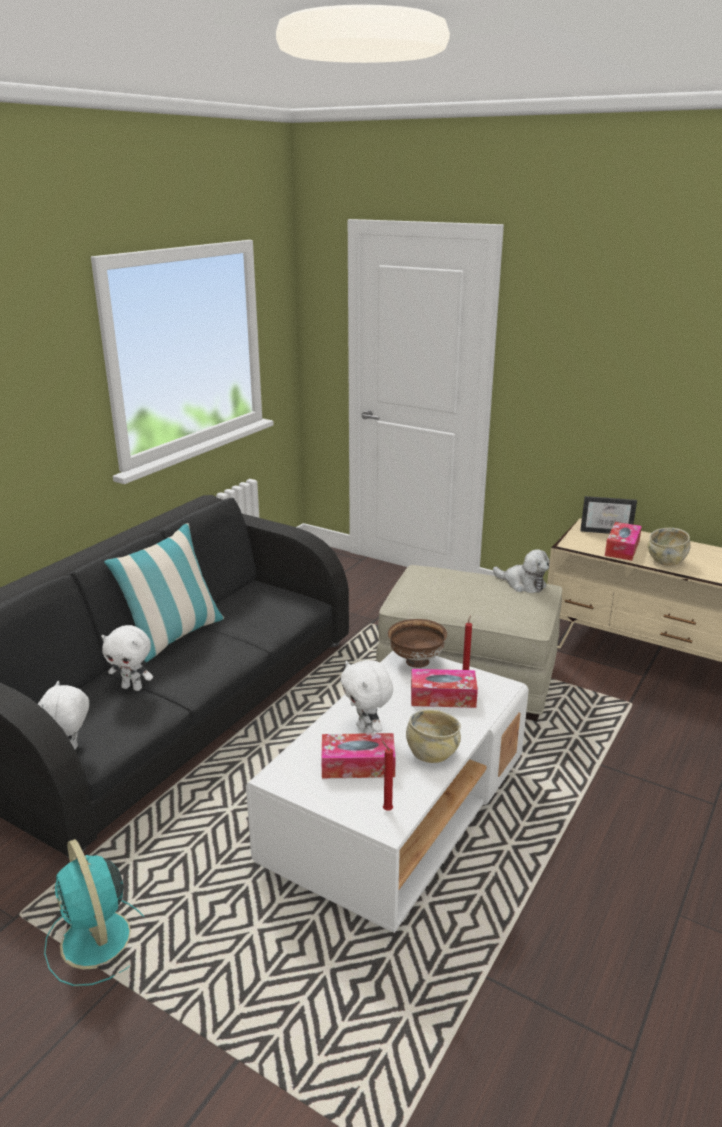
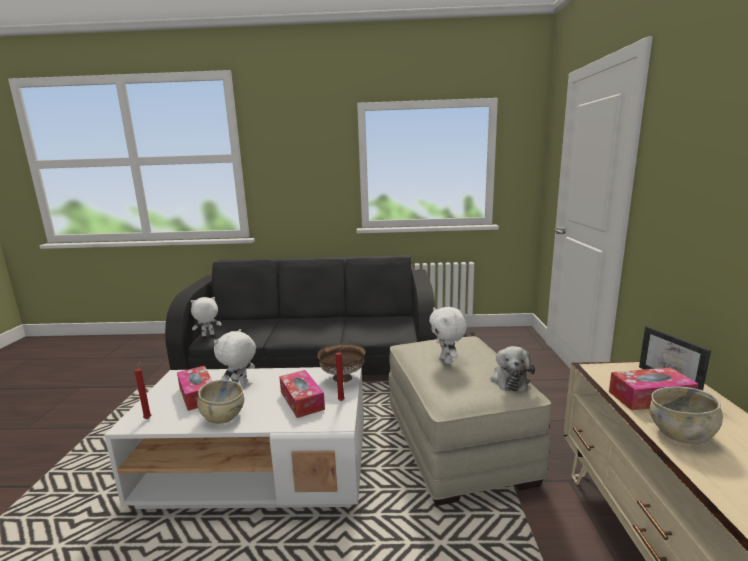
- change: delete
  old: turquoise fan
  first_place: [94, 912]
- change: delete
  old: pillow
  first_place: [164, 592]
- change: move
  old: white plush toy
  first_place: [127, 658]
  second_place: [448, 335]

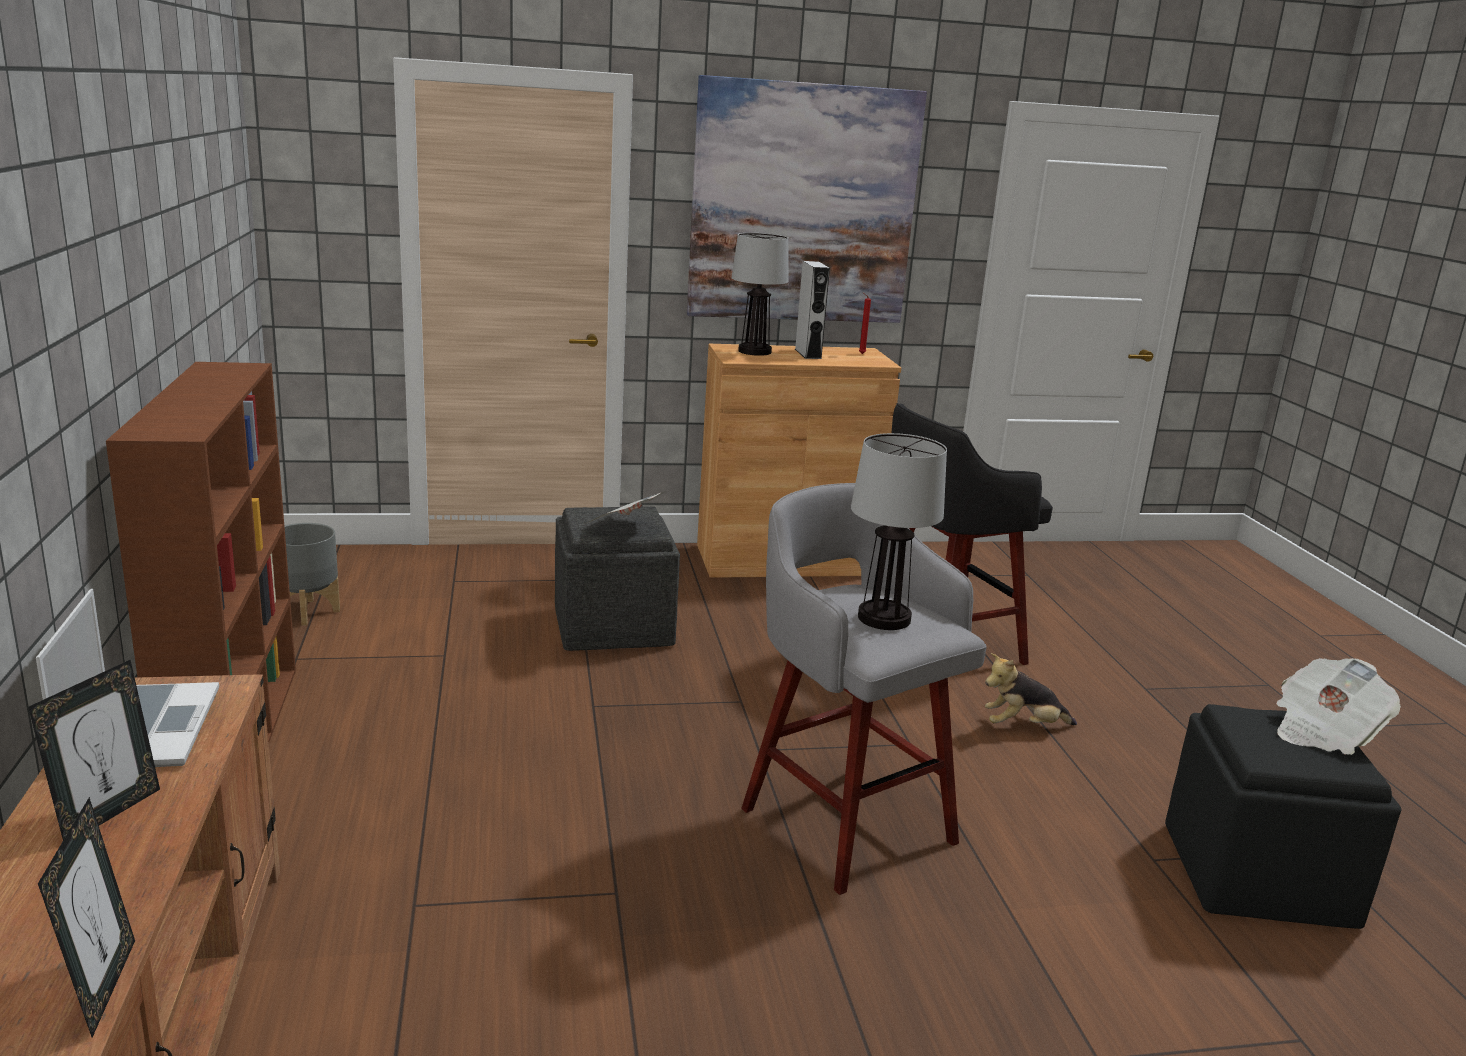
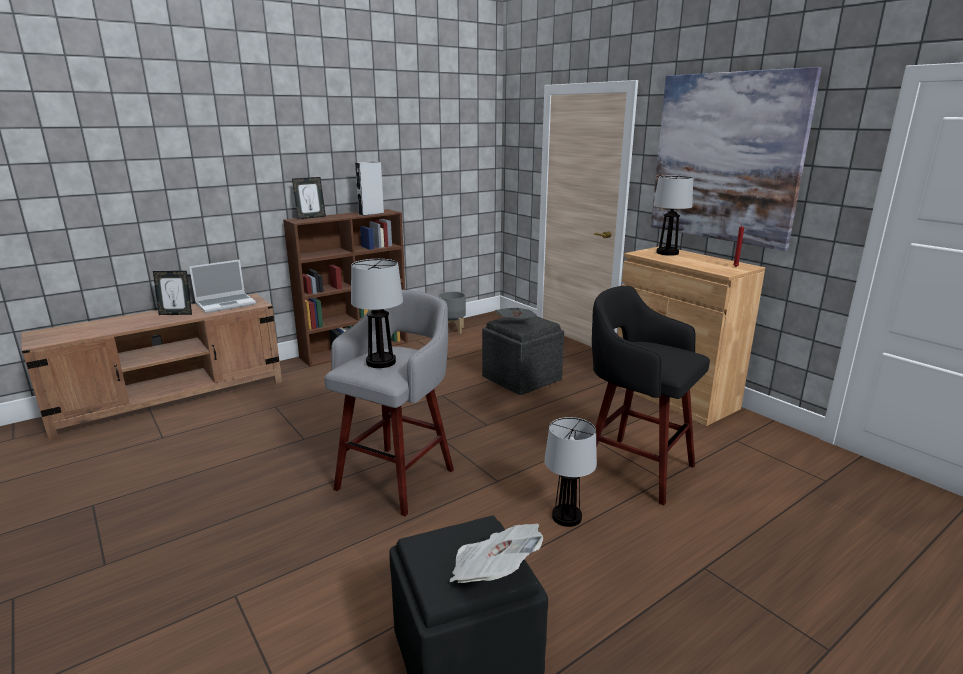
- change: move
  old: picture frame
  first_place: [86, 917]
  second_place: [309, 198]
- change: move
  old: grey speaker
  first_place: [812, 310]
  second_place: [369, 189]
- change: replace
  old: plush toy
  new: table lamp
  first_place: [1031, 689]
  second_place: [570, 472]

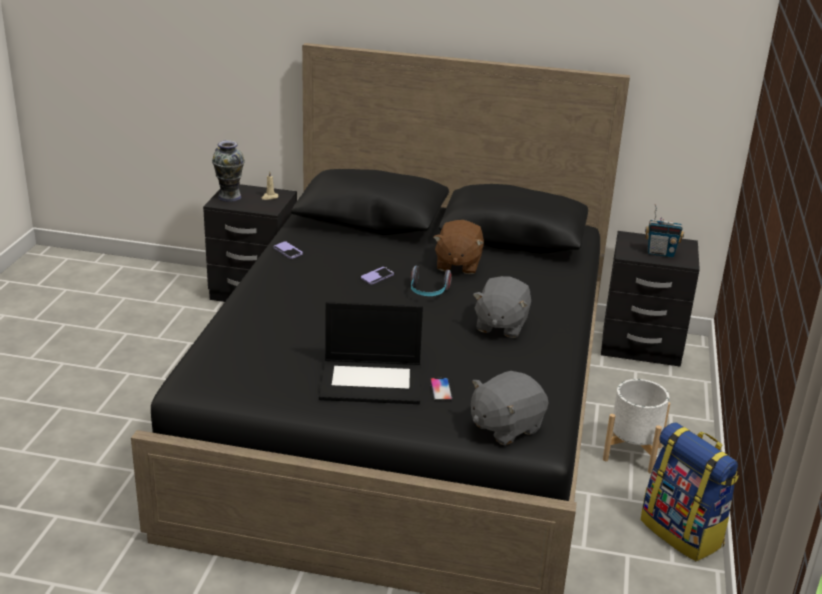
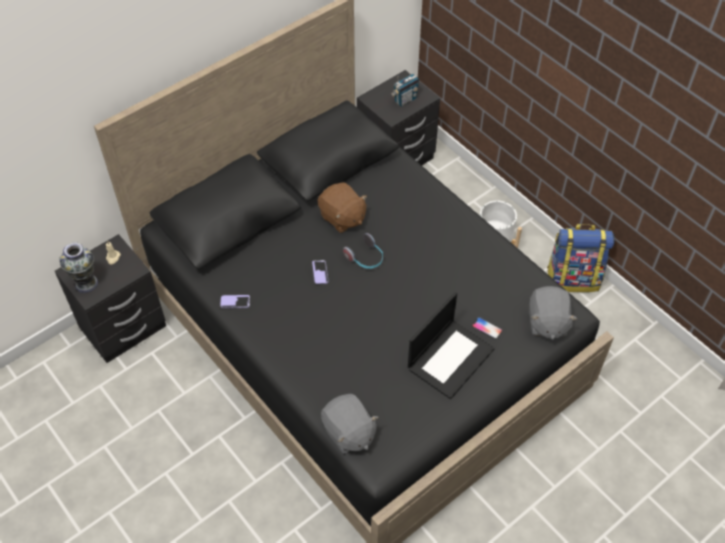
- change: move
  old: grey plush toy
  first_place: [502, 307]
  second_place: [349, 424]

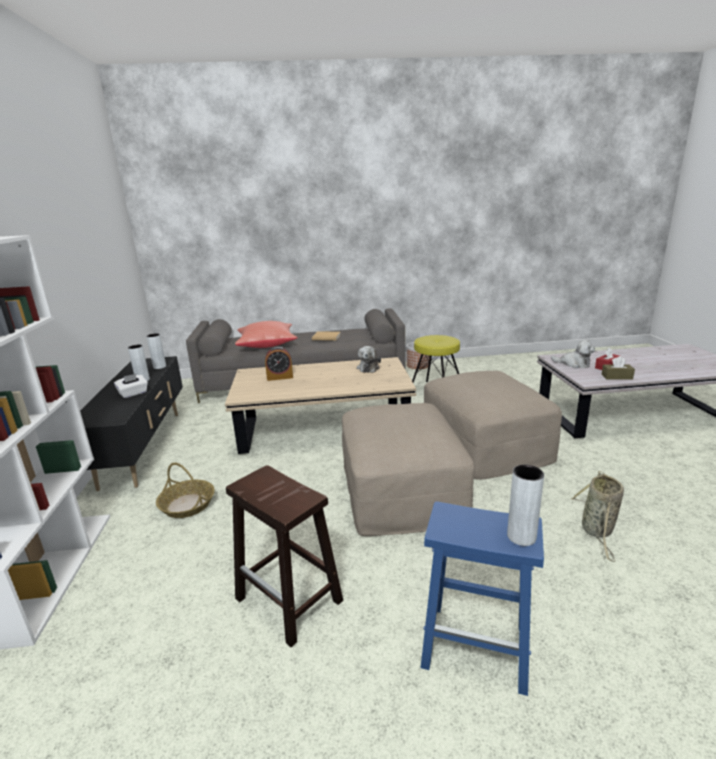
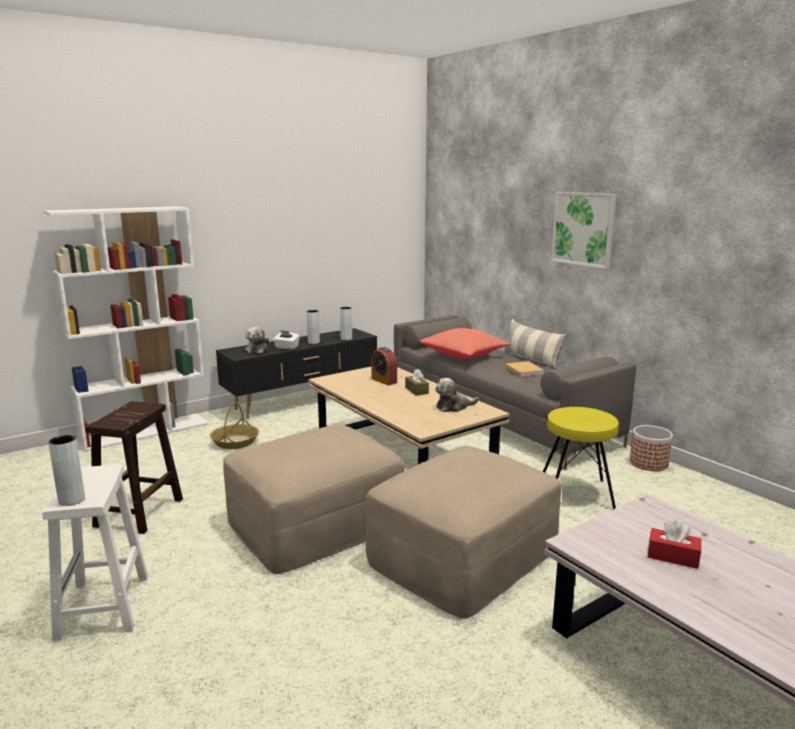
- change: delete
  old: basket
  first_place: [597, 516]
- change: insert
  new: pillow
  second_place: [534, 344]
- change: insert
  new: picture
  second_place: [583, 230]
- change: move
  old: plush toy
  first_place: [573, 354]
  second_place: [257, 340]
- change: move
  old: brown tissue box
  first_place: [618, 368]
  second_place: [417, 382]
- change: recolor
  old: blue stool
  new: white stool
  first_place: [482, 599]
  second_place: [95, 552]

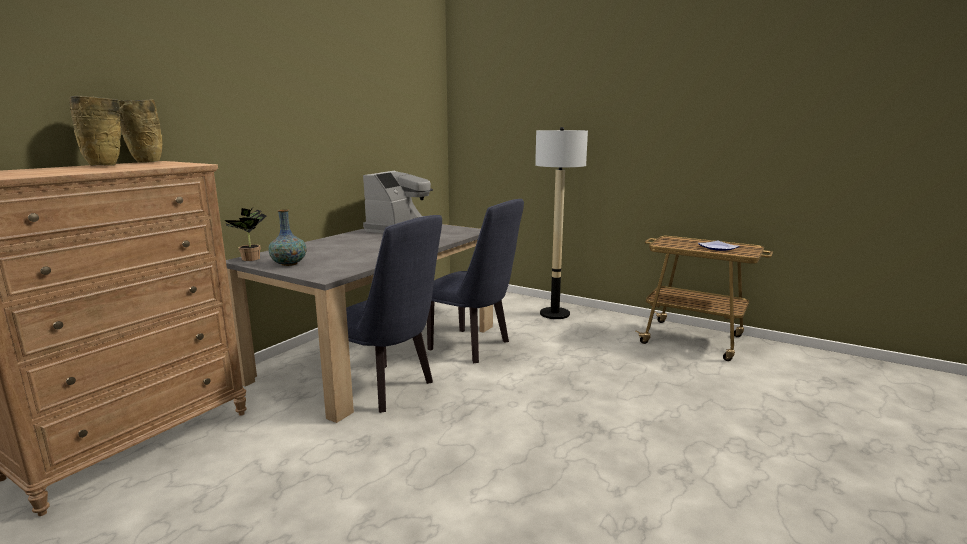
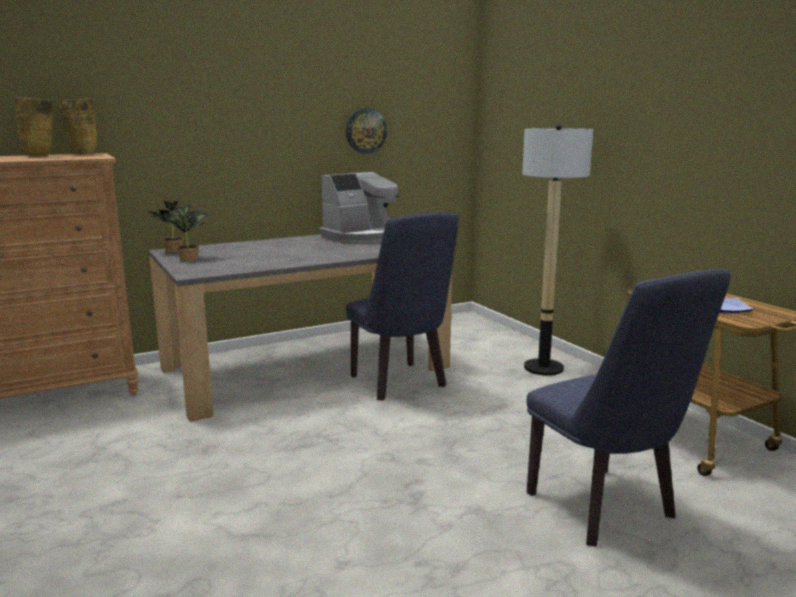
- change: insert
  new: wall clock
  second_place: [366, 131]
- change: move
  old: blue chair
  first_place: [394, 314]
  second_place: [629, 408]
- change: replace
  old: vase
  new: potted plant
  first_place: [287, 237]
  second_place: [187, 233]

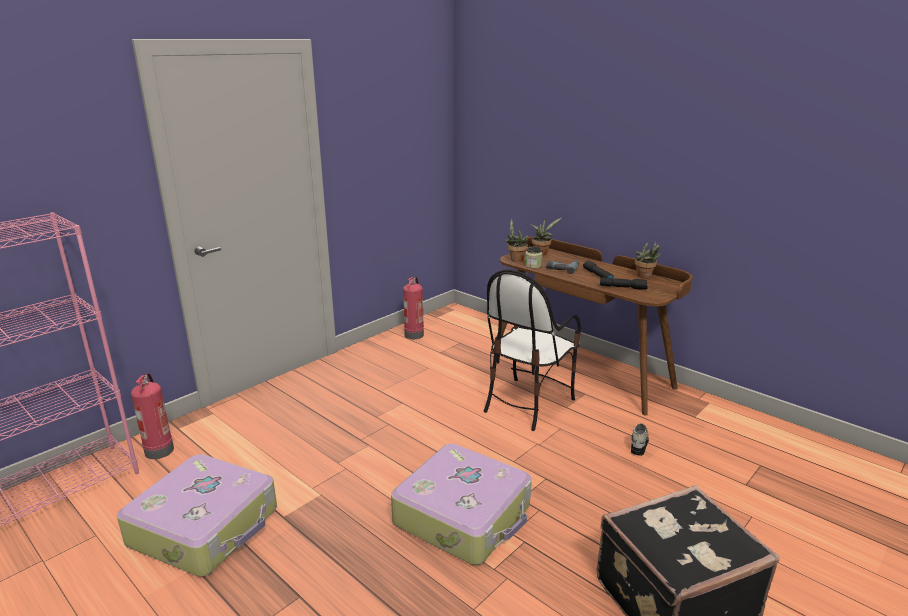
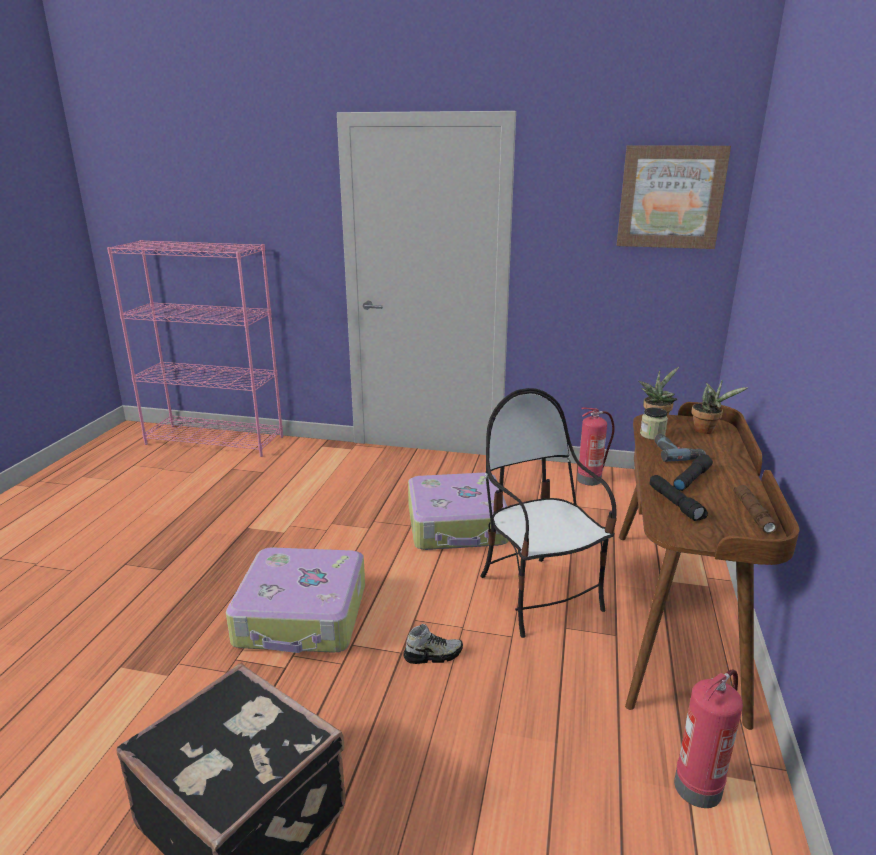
- change: insert
  new: picture
  second_place: [674, 197]
- change: move
  old: suitcase
  first_place: [197, 515]
  second_place: [458, 511]
- change: move
  old: fire extinguisher
  first_place: [152, 416]
  second_place: [708, 738]
- change: move
  old: shoe
  first_place: [640, 439]
  second_place: [433, 644]
- change: replace
  old: potted plant
  new: brown flashlight
  first_place: [648, 260]
  second_place: [756, 509]
- change: rotate
  old: chair
  first_place: [532, 350]
  second_place: [548, 513]
  degrees: 60

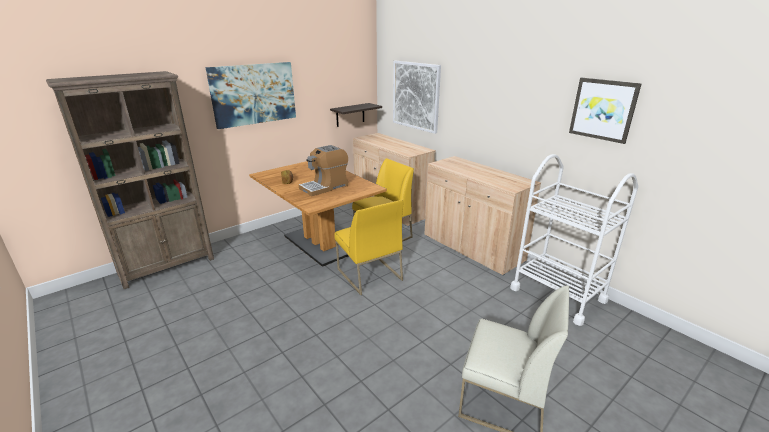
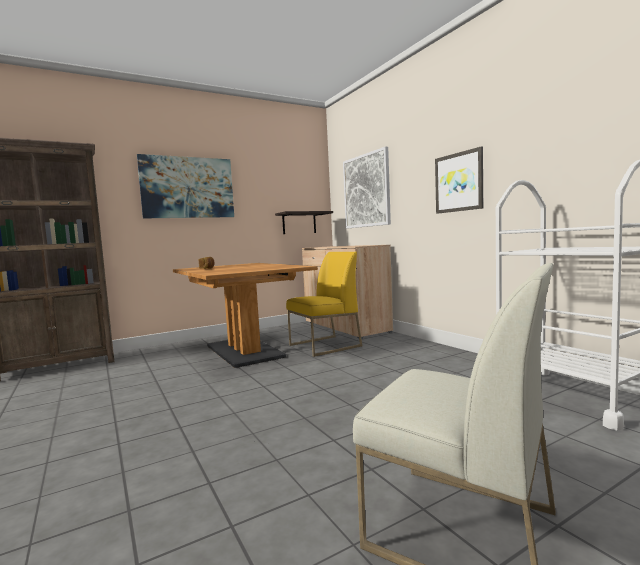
- change: delete
  old: coffee machine
  first_place: [323, 170]
- change: delete
  old: yellow chair
  first_place: [369, 247]
- change: delete
  old: beige cabinet
  first_place: [482, 216]
- change: move
  old: picture
  first_place: [605, 111]
  second_place: [459, 180]

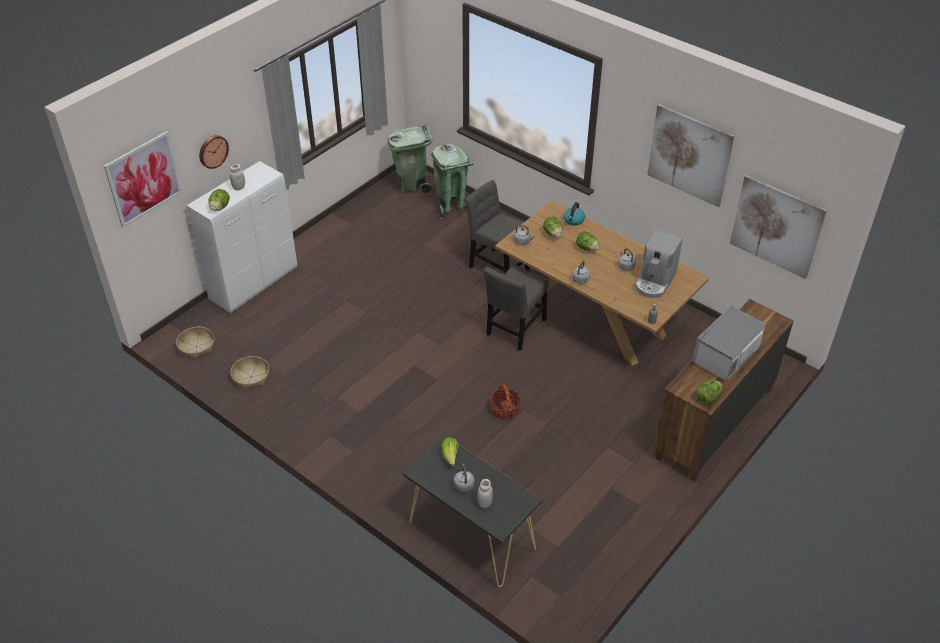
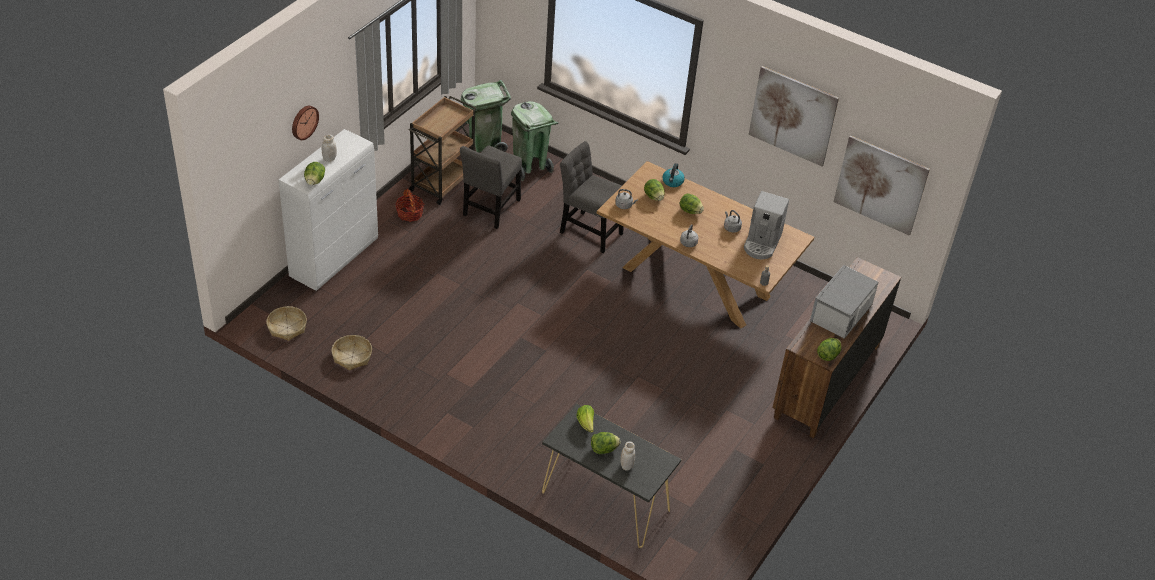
- change: delete
  old: picture
  first_place: [143, 179]
- change: insert
  new: brown cart
  second_place: [442, 150]
- change: move
  old: grey chair
  first_place: [516, 308]
  second_place: [491, 187]
- change: move
  old: basket
  first_place: [506, 401]
  second_place: [409, 205]
- change: replace
  old: grey kettle
  new: lettuce
  first_place: [464, 478]
  second_place: [605, 443]

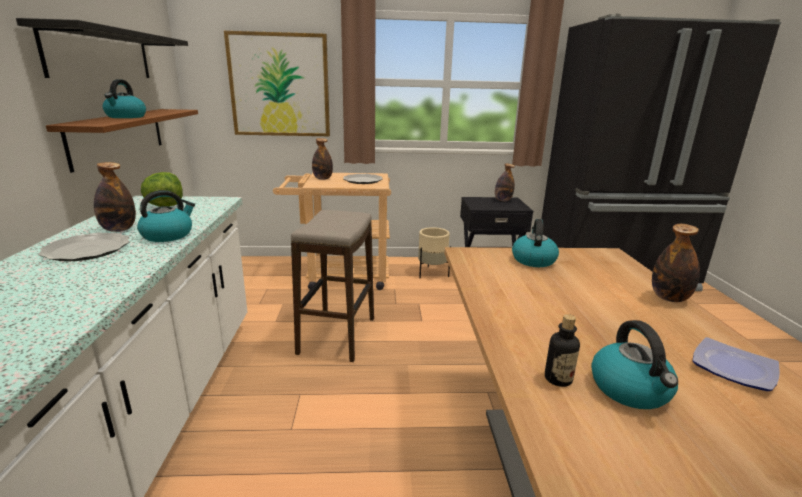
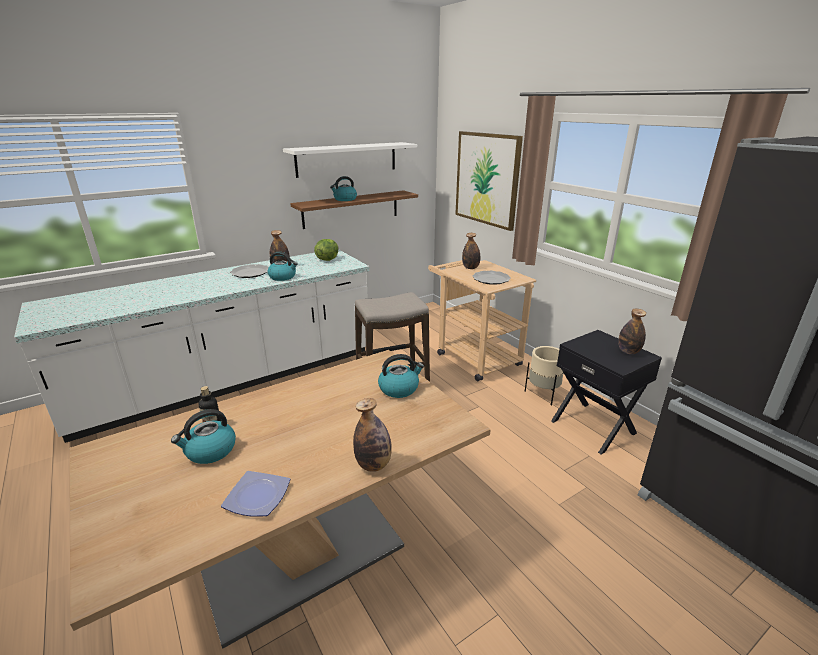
- change: recolor
  old: black shelf
  new: white shelf
  first_place: [102, 48]
  second_place: [350, 160]

